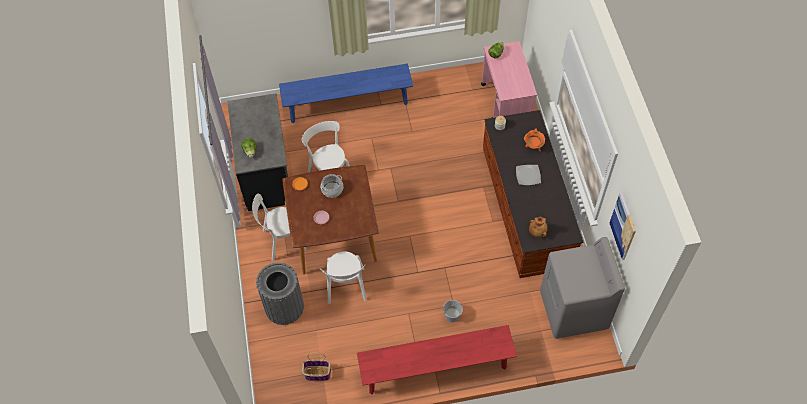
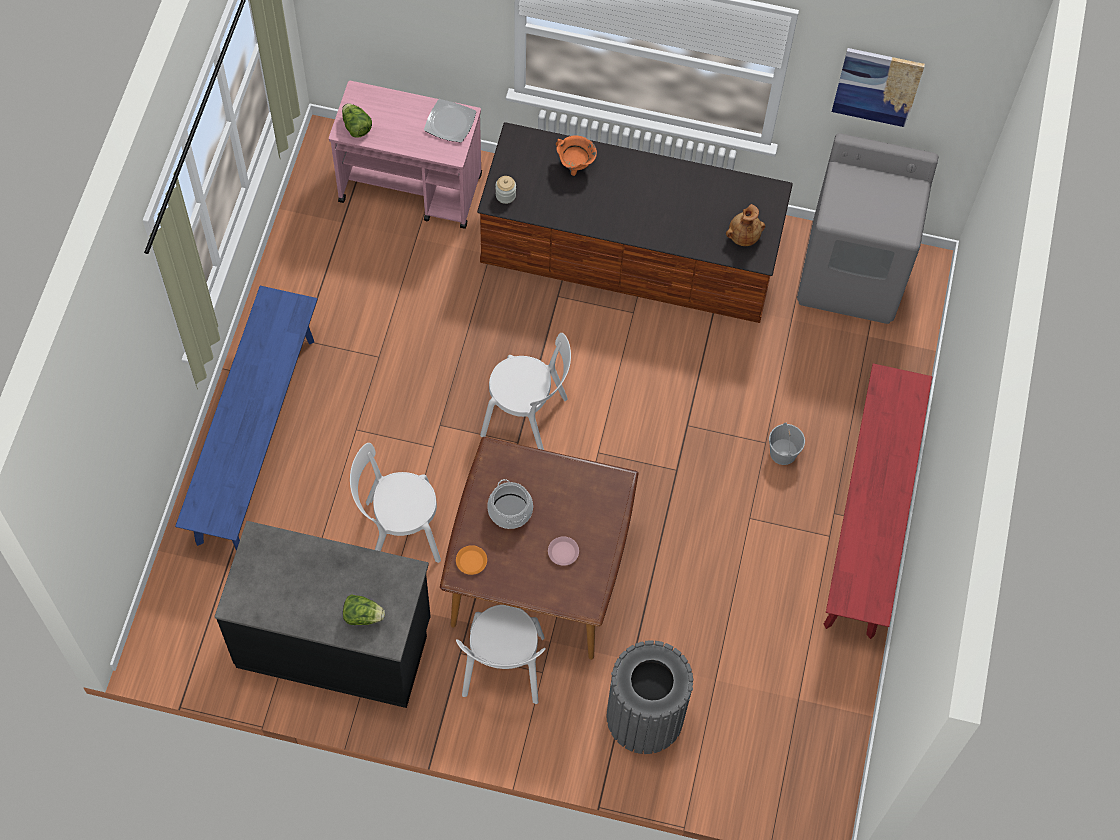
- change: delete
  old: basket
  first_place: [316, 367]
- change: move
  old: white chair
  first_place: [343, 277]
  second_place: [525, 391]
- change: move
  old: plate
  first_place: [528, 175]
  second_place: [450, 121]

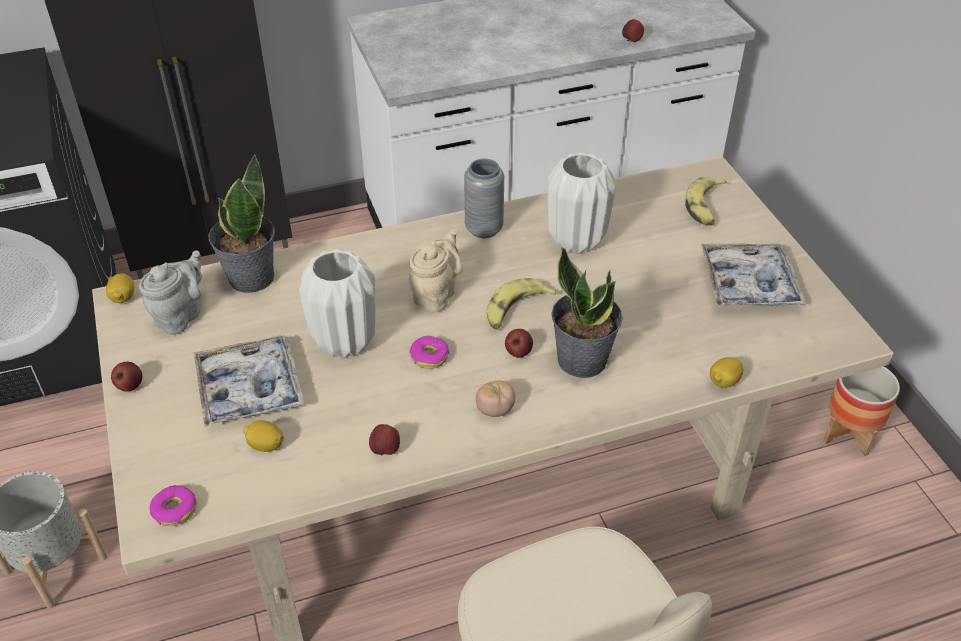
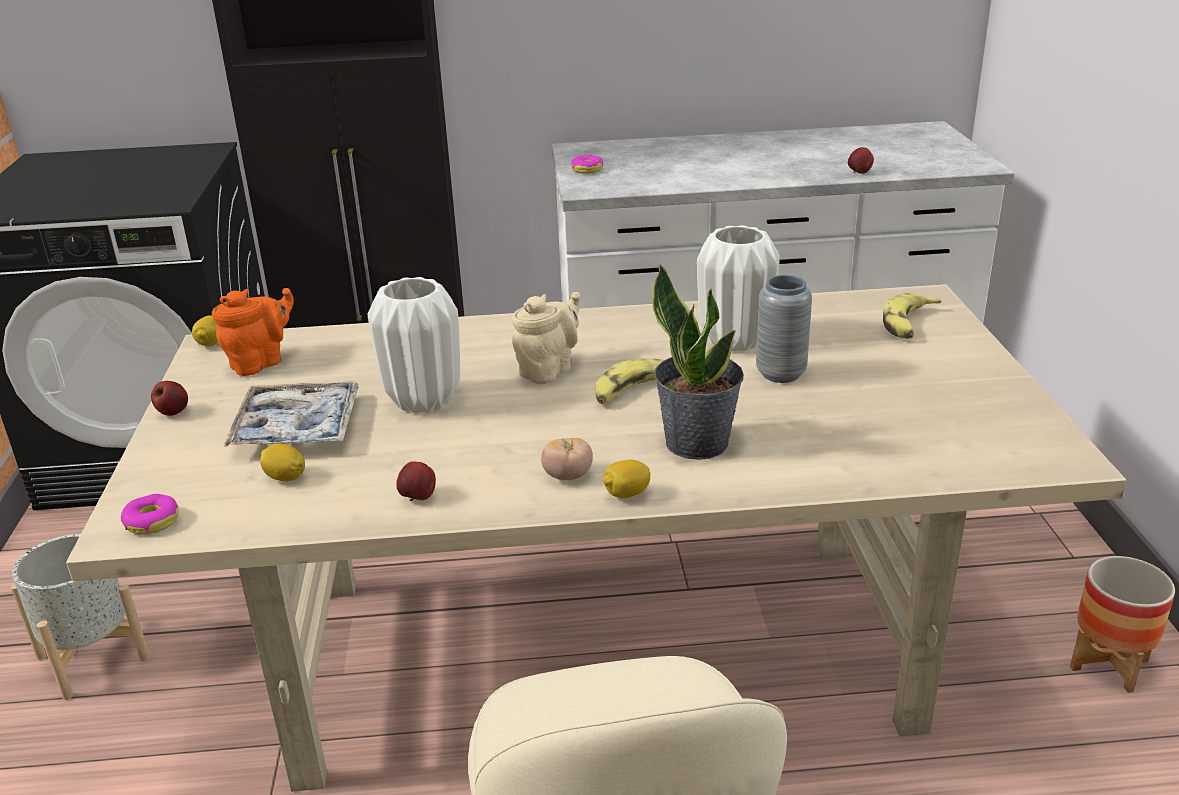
- change: delete
  old: potted plant
  first_place: [241, 224]
- change: delete
  old: apple
  first_place: [519, 343]
- change: delete
  old: tray
  first_place: [753, 275]
- change: move
  old: donut
  first_place: [429, 352]
  second_place: [587, 164]
- change: move
  old: grey vase
  first_place: [484, 198]
  second_place: [784, 329]
- change: move
  old: lemon
  first_place: [726, 372]
  second_place: [627, 479]
- change: recolor
  old: grey teapot
  new: orange teapot
  first_place: [170, 293]
  second_place: [253, 332]

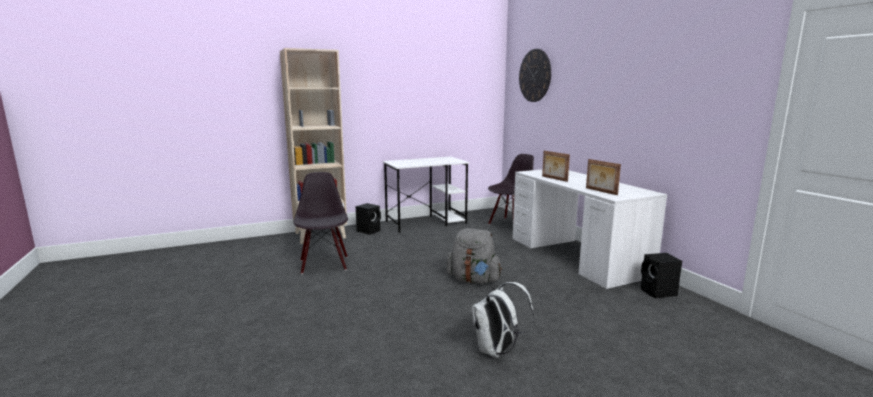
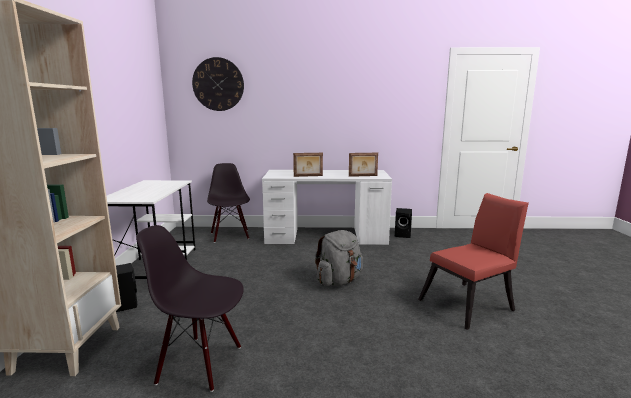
- change: replace
  old: white backpack
  new: red chair
  first_place: [502, 320]
  second_place: [473, 261]

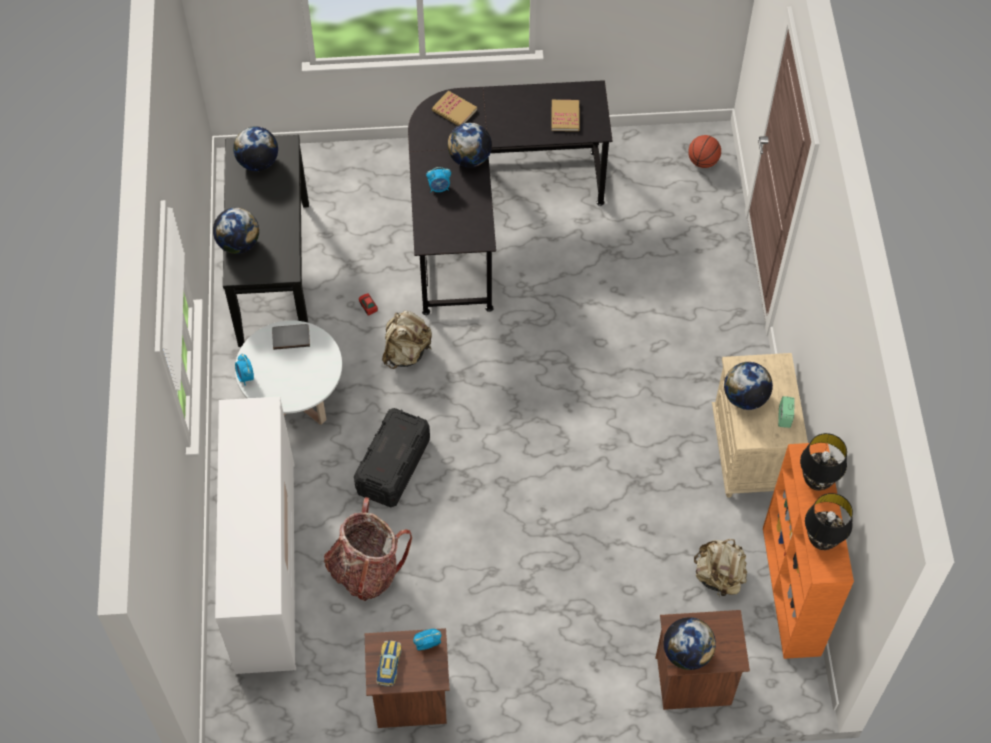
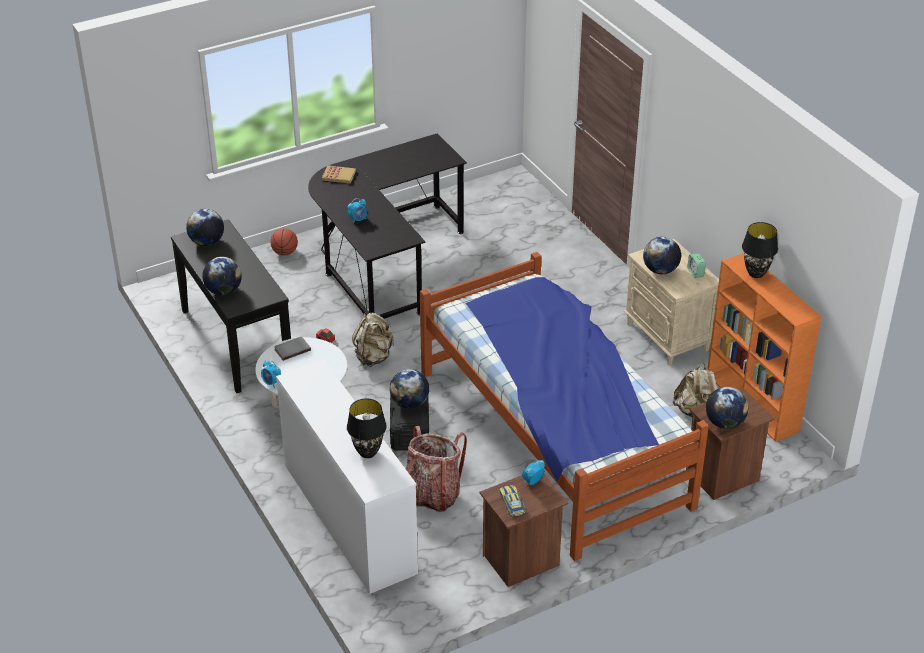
- change: delete
  old: book
  first_place: [565, 115]
- change: insert
  new: bed
  second_place: [564, 406]
- change: move
  old: globe
  first_place: [470, 145]
  second_place: [409, 389]
- change: move
  old: basketball
  first_place: [704, 151]
  second_place: [284, 242]
- change: move
  old: black table lamp
  first_place: [829, 521]
  second_place: [367, 428]

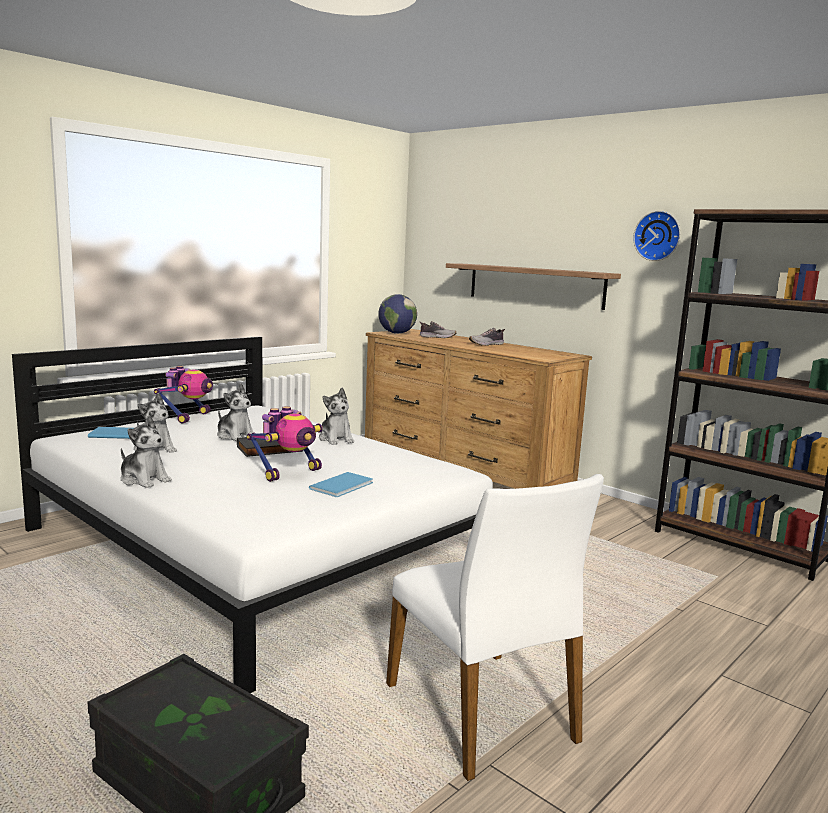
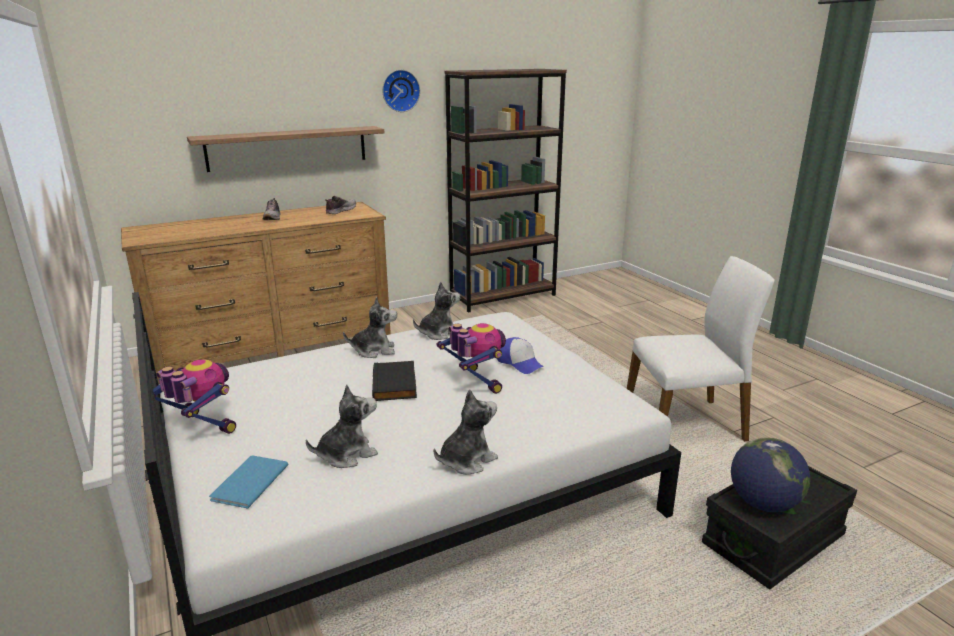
- change: move
  old: plush toy
  first_place: [235, 412]
  second_place: [436, 311]
- change: move
  old: globe
  first_place: [397, 314]
  second_place: [770, 475]
- change: move
  old: shoe
  first_place: [437, 329]
  second_place: [340, 205]
- change: replace
  old: blue book
  new: cap
  first_place: [341, 484]
  second_place: [520, 355]

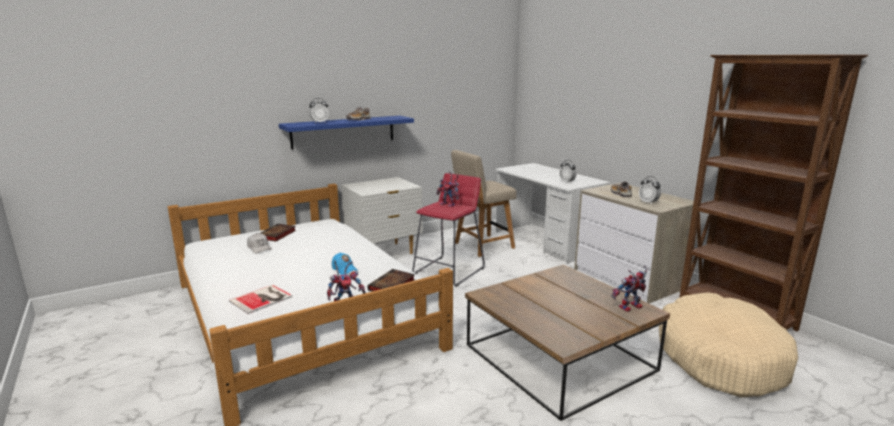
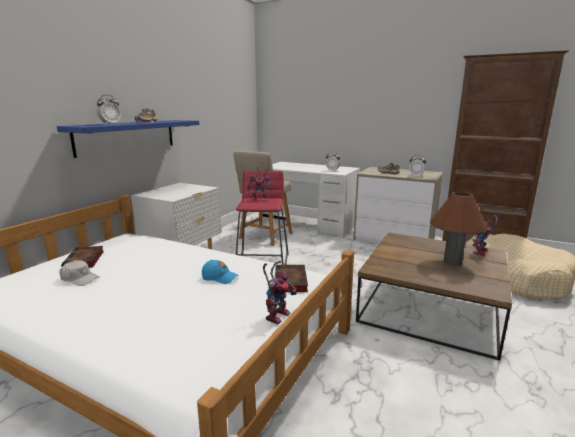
- change: delete
  old: book
  first_place: [260, 299]
- change: insert
  new: brown table lamp
  second_place: [459, 229]

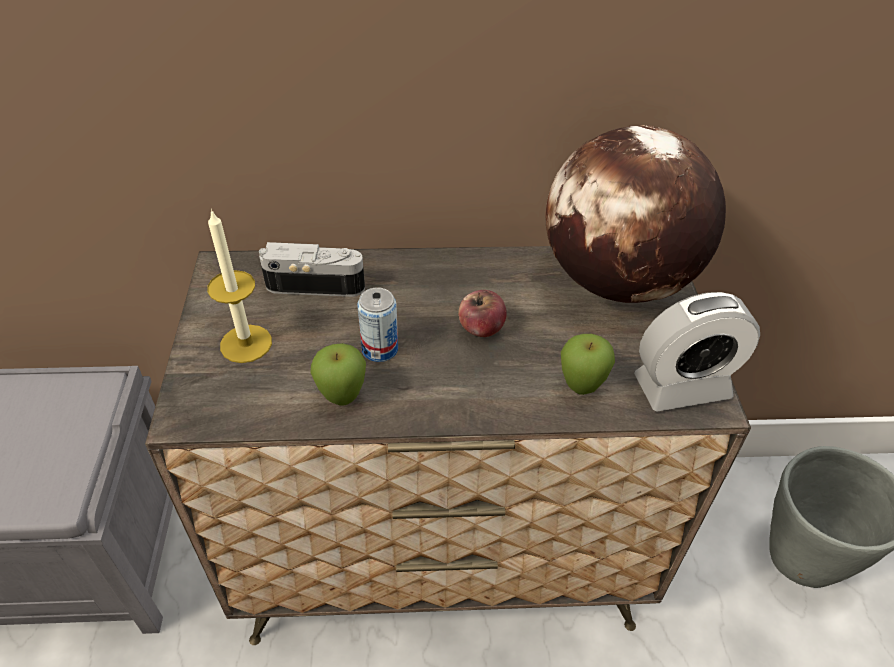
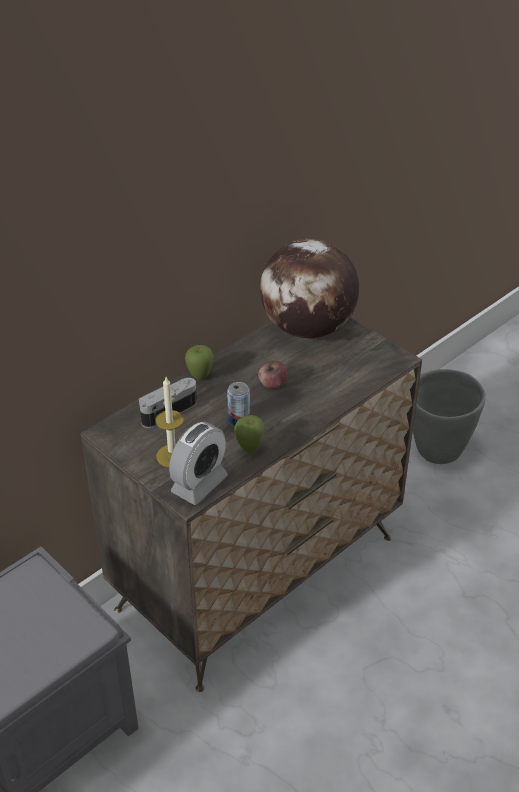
- change: move
  old: apple
  first_place: [588, 364]
  second_place: [199, 362]
- change: move
  old: alarm clock
  first_place: [697, 352]
  second_place: [198, 463]

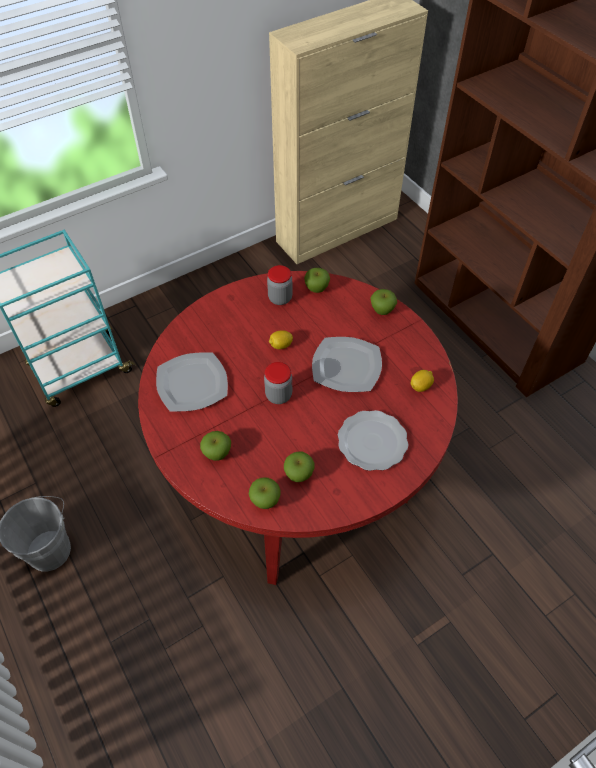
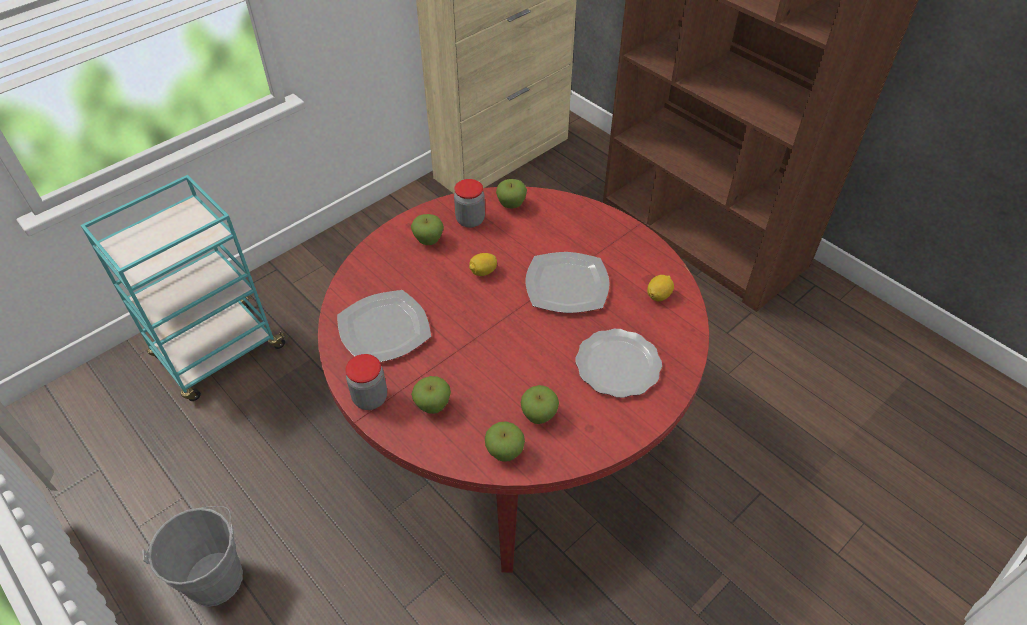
- change: move
  old: jar
  first_place: [278, 383]
  second_place: [366, 382]
- change: move
  old: apple
  first_place: [383, 302]
  second_place: [427, 229]

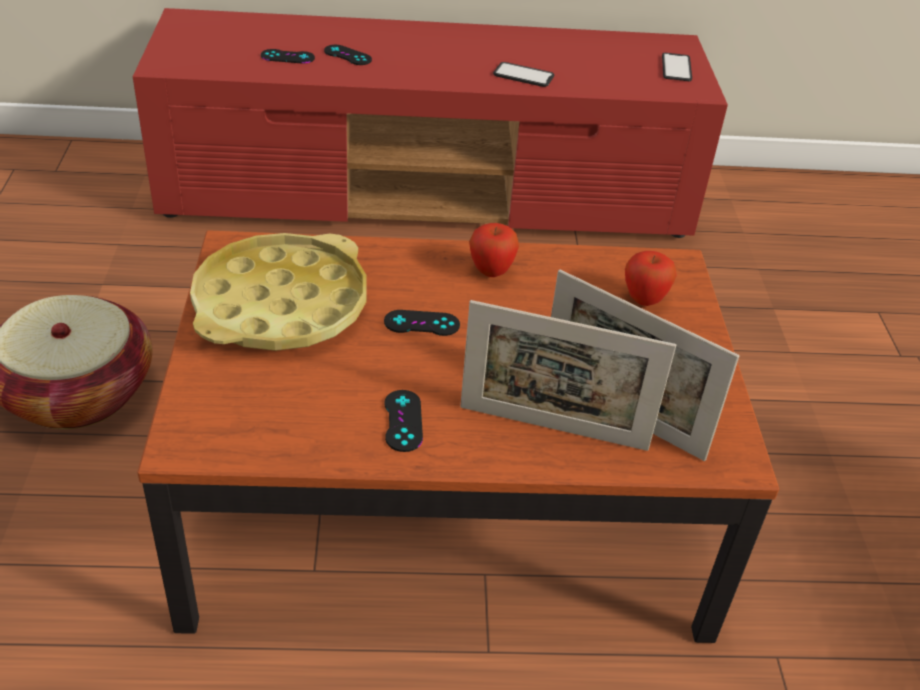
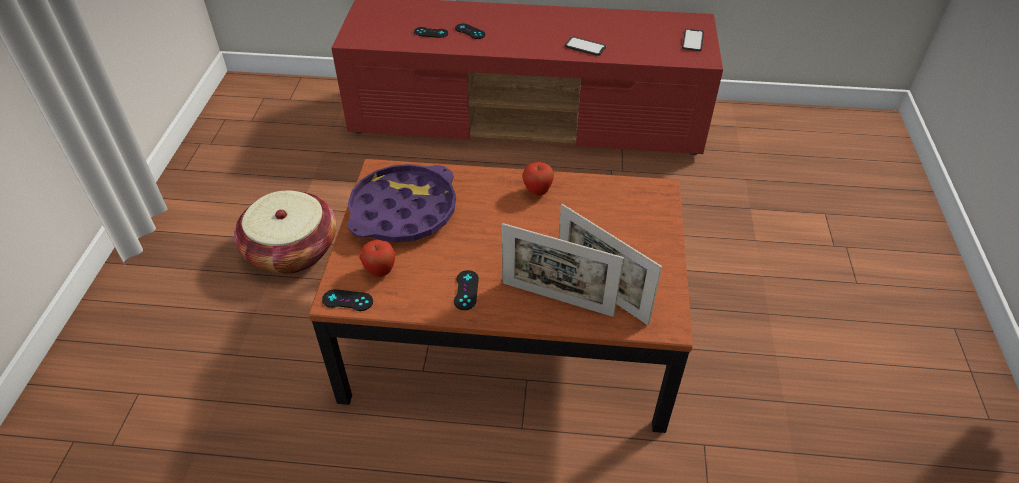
- change: move
  old: black game controller
  first_place: [422, 323]
  second_place: [347, 300]
- change: move
  old: apple
  first_place: [651, 278]
  second_place: [377, 258]
- change: recolor
  old: yellow tray
  new: purple tray
  first_place: [278, 292]
  second_place: [401, 203]

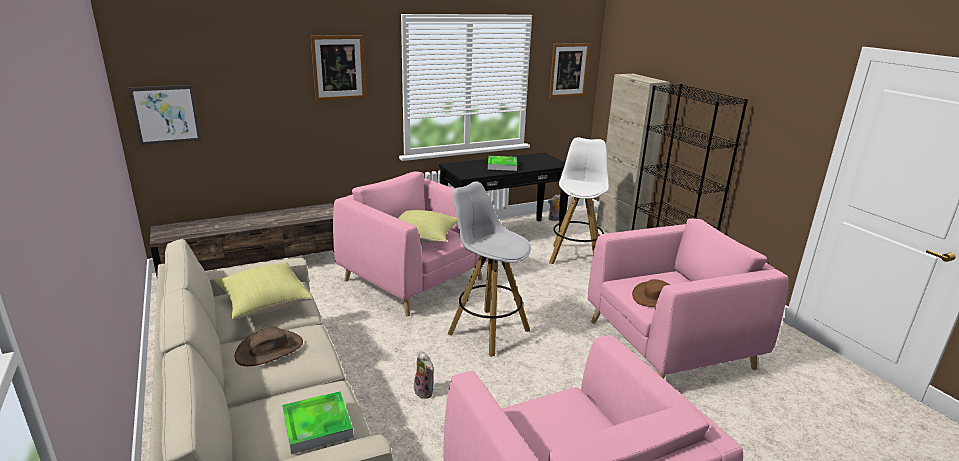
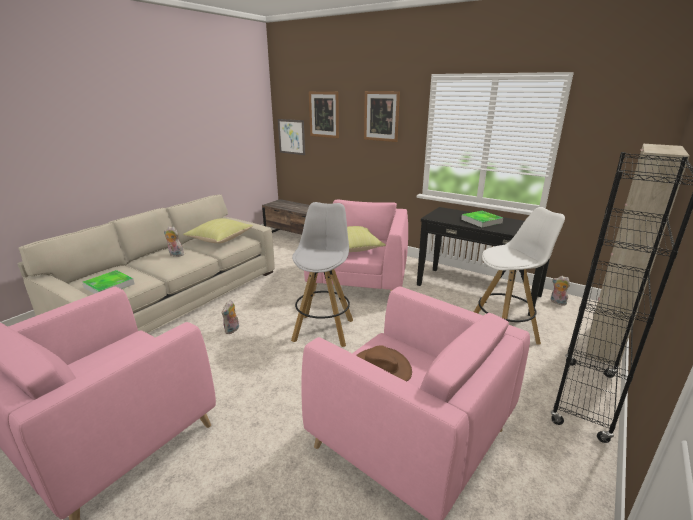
- change: move
  old: picture
  first_place: [569, 70]
  second_place: [324, 115]
- change: replace
  old: brown hat
  new: plush toy
  first_place: [269, 346]
  second_place: [174, 241]

